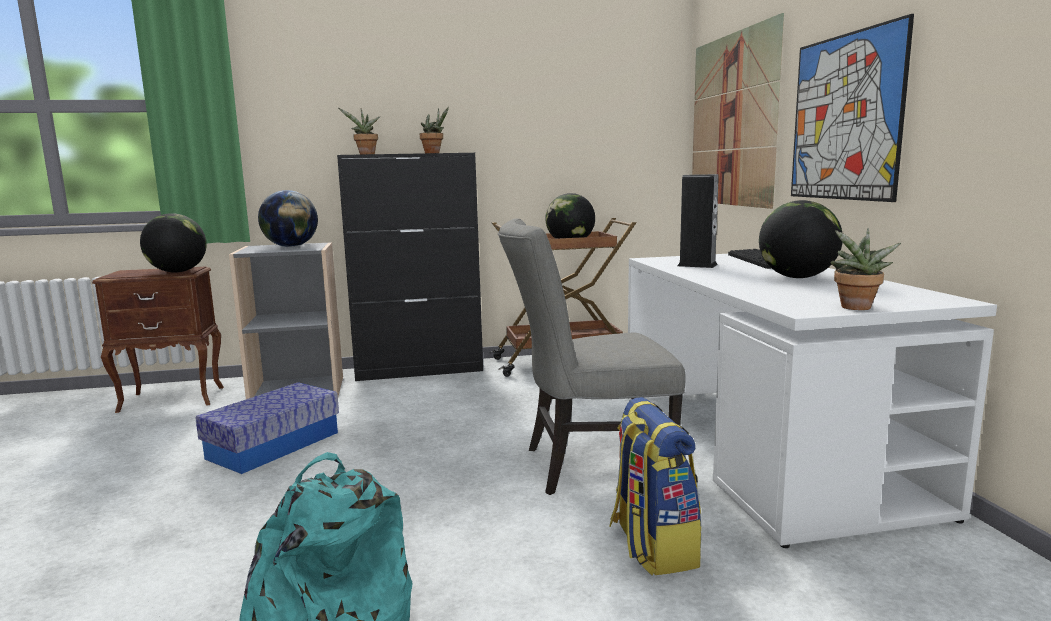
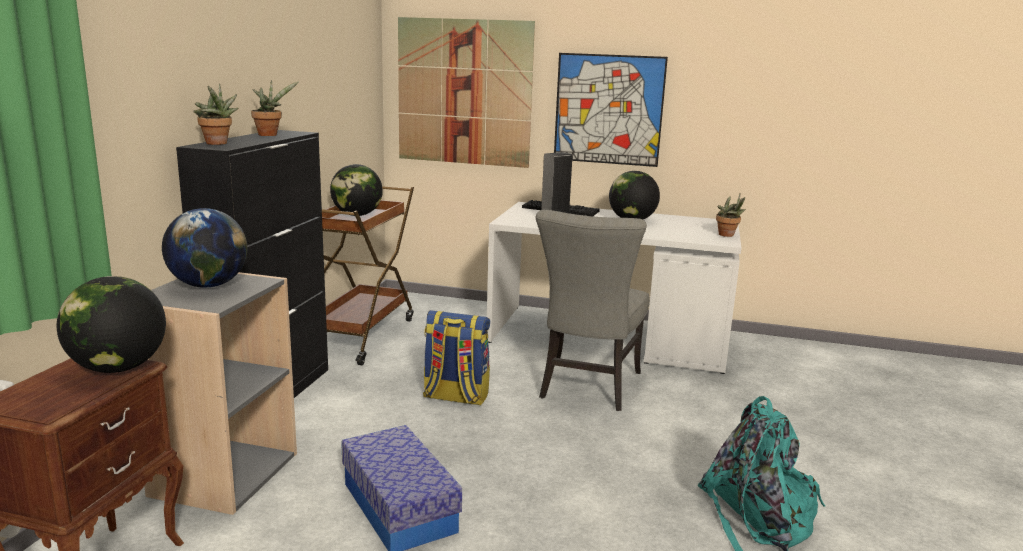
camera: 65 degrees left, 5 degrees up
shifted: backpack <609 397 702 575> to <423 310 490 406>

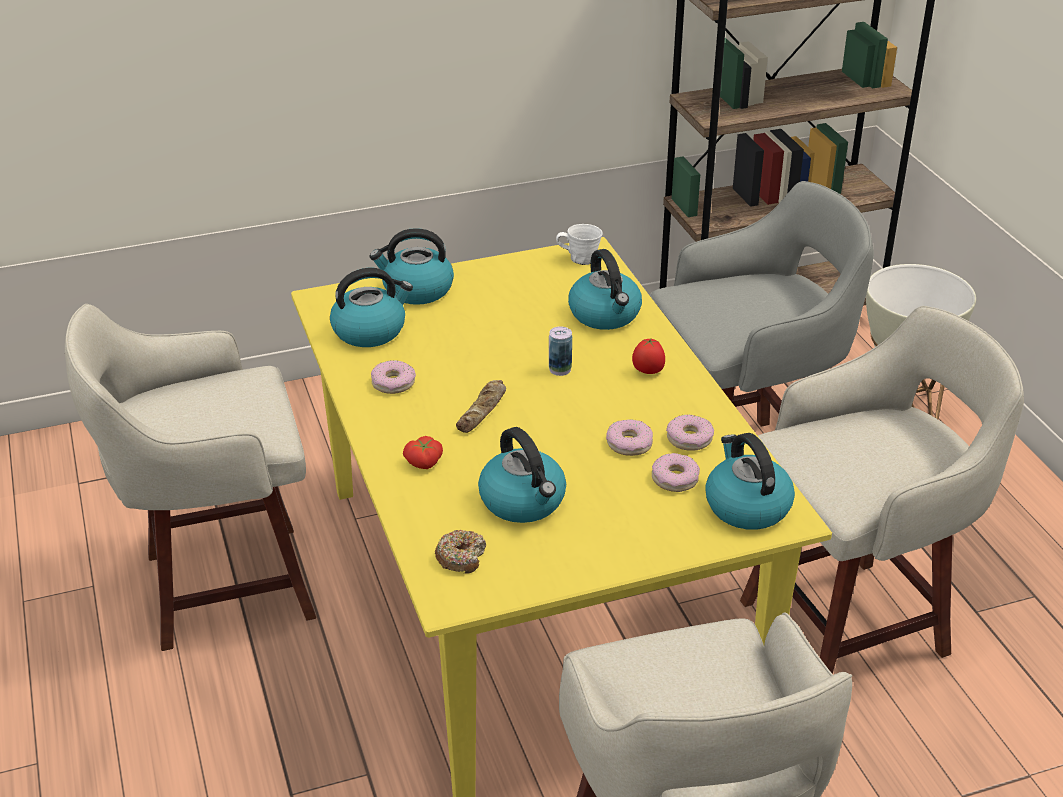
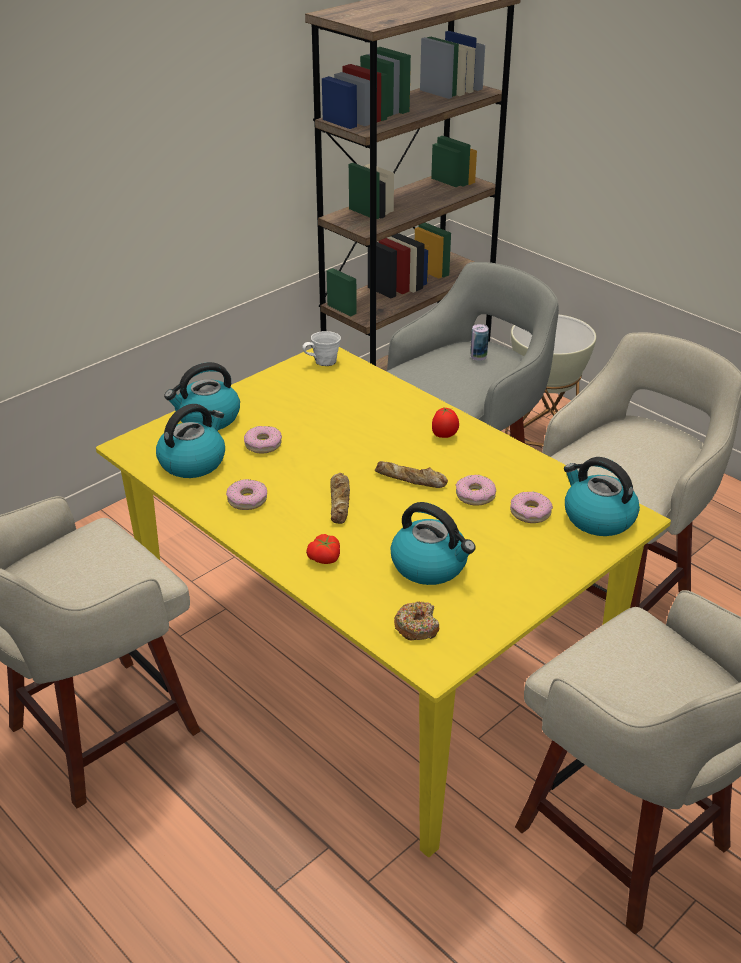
camera: 25 degrees left, 0 degrees up
gone: kettle <568 249 642 330>
new: bread <375 461 448 488>
shifted: can <549 326 572 376> to <470 324 489 361>; donut <666 414 714 451> to <244 426 282 453>

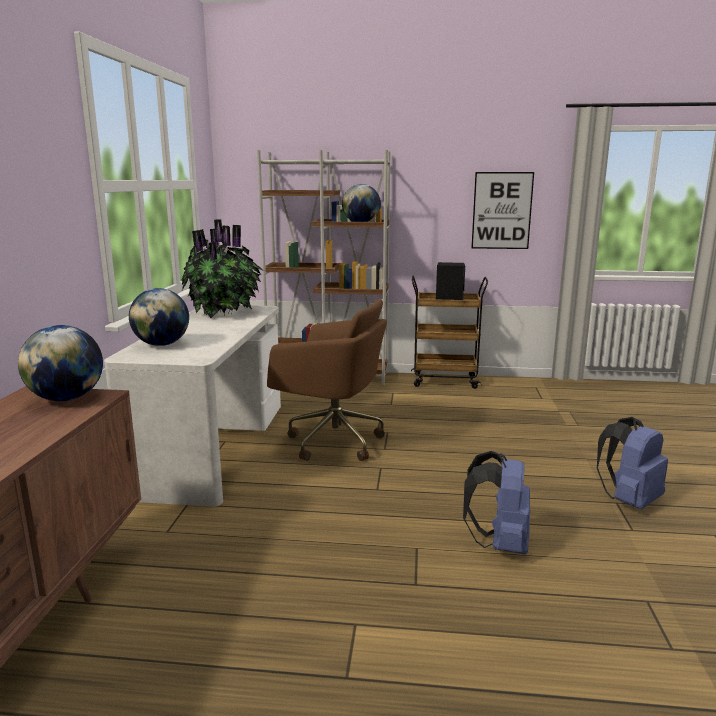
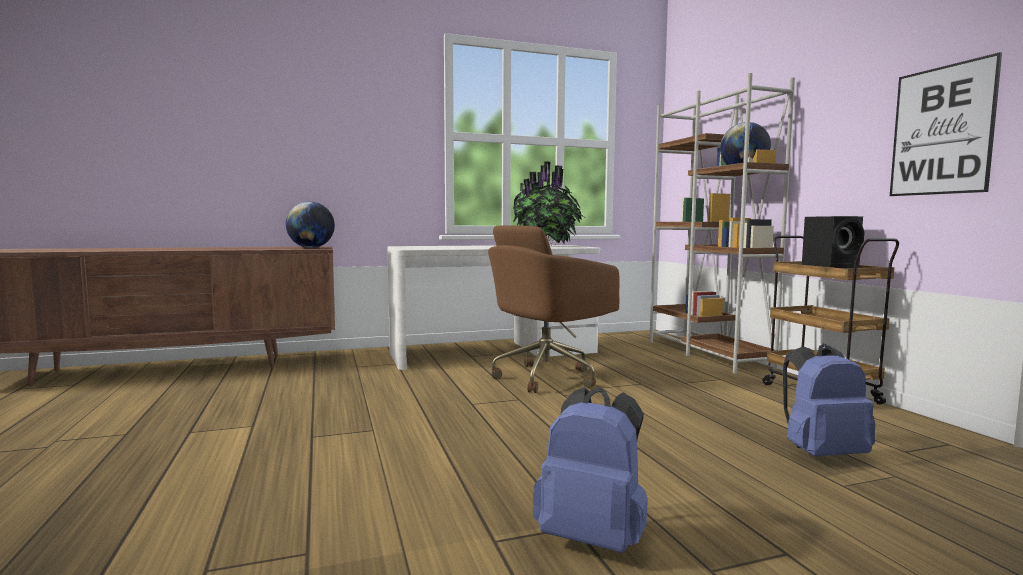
camera: 65 degrees right, 10 degrees down
gone: globe <129 288 189 346>
shifted: backpack (blue) <463 451 530 554> to <783 343 875 456>
rotated: office chair (brown) <267 299 387 461> = <488 225 619 393> 60 degrees clockwise

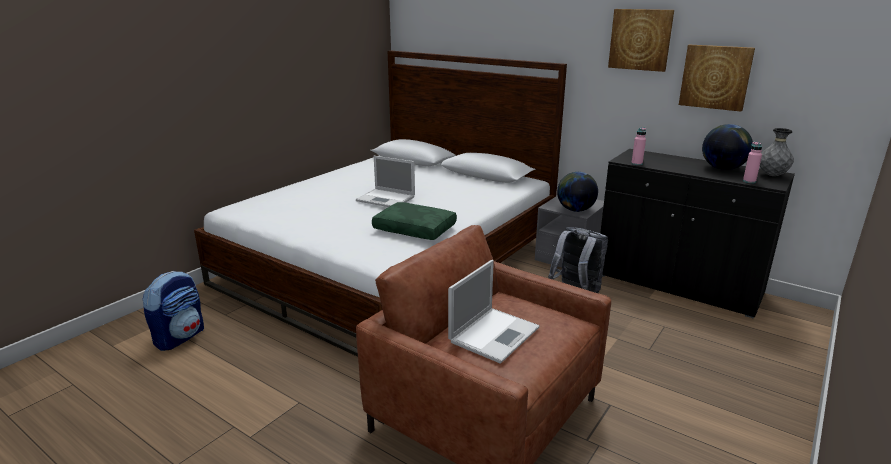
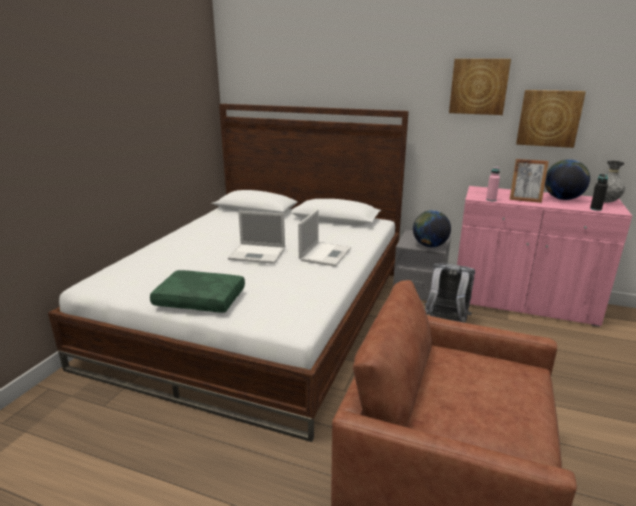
camera: 15 degrees left, 0 degrees up
gone: backpack <142 271 204 351>
new: picture frame <509 159 549 203>
shifted: pillow (green) <372 202 457 240> to <150 270 245 313>; laptop <448 260 540 364> to <298 209 351 267>
repainted: bottle (pink) <743 142 762 183> to bottle (black) <590 174 608 211>; cabinet (black) <600 149 795 319> to cabinet (pink) <457 186 632 327>

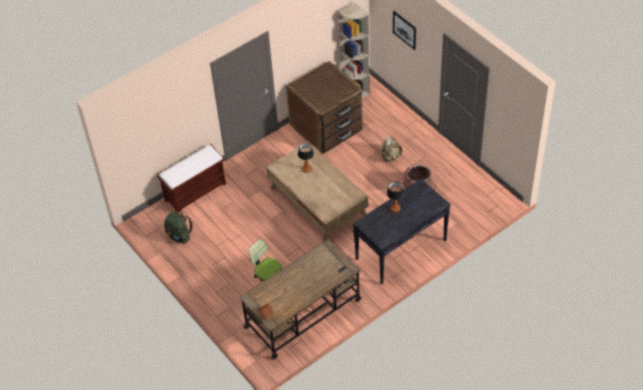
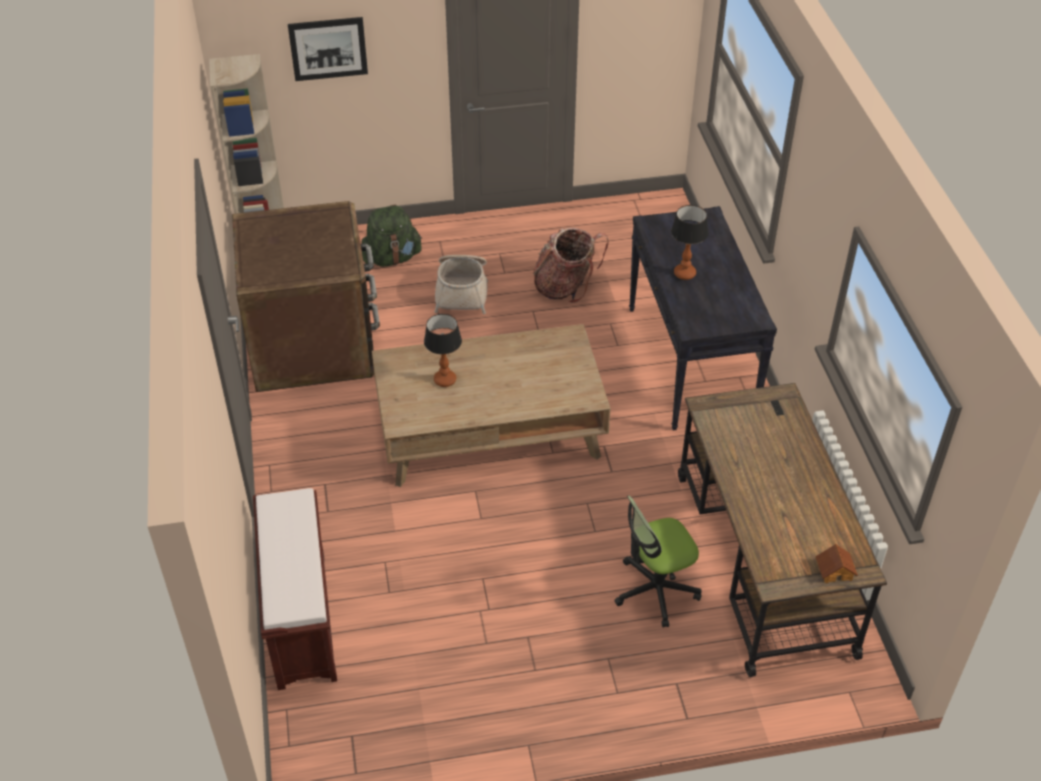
camera: 65 degrees left, 5 degrees down
shifted: backpack (green) <164 211 193 244> to <361 205 422 267>
swapped: backpack (beige) <380 136 402 162> to basket <434 255 488 314>

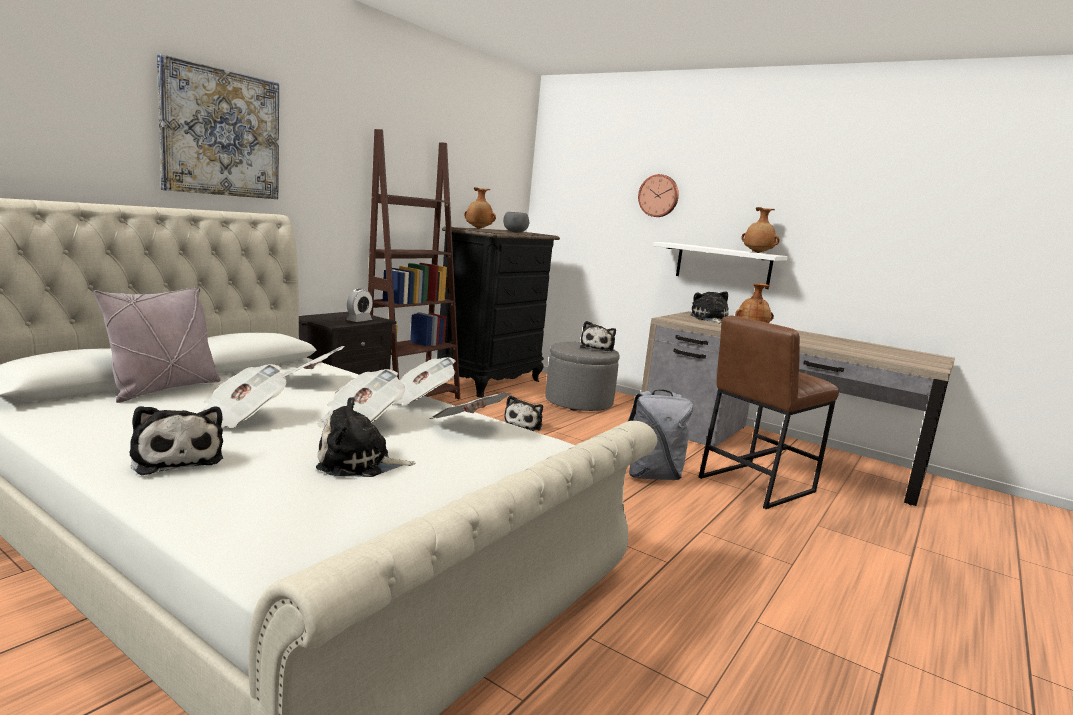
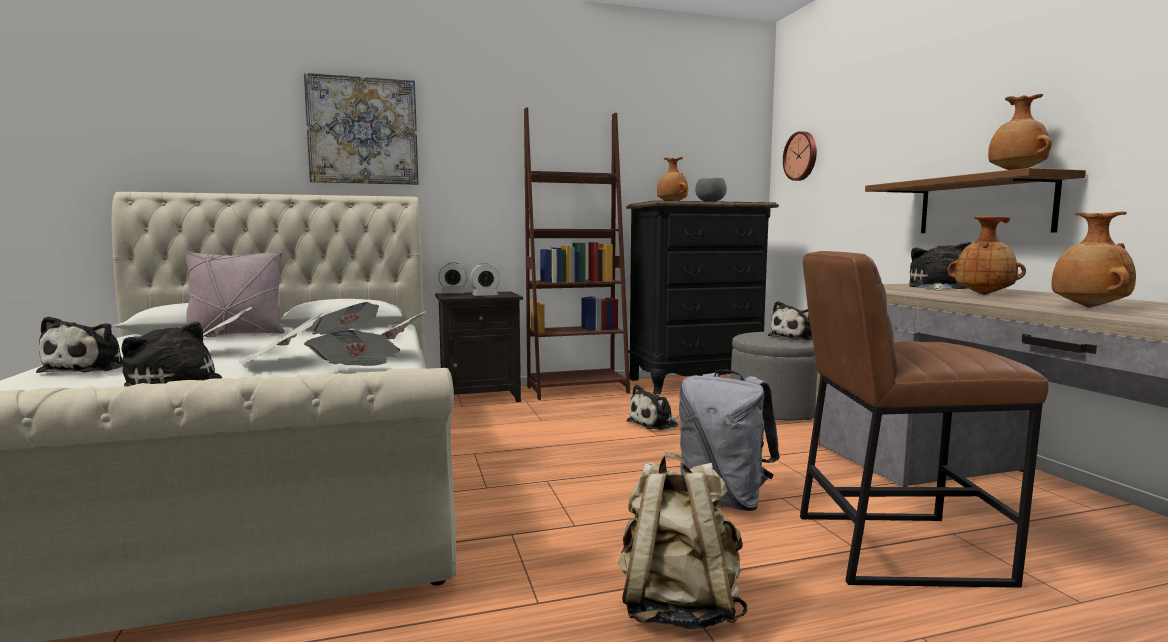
camera: 40 degrees right, 5 degrees down
new: vase (brown) <1052 211 1136 308>; alarm clock <438 262 467 293>; backpack (beige) <618 452 748 629>
shifted: wall clock <638 174 679 217> to <783 131 817 181>
repainted: shelf (white) <653 242 788 289> to shelf (brown) <865 168 1086 233>

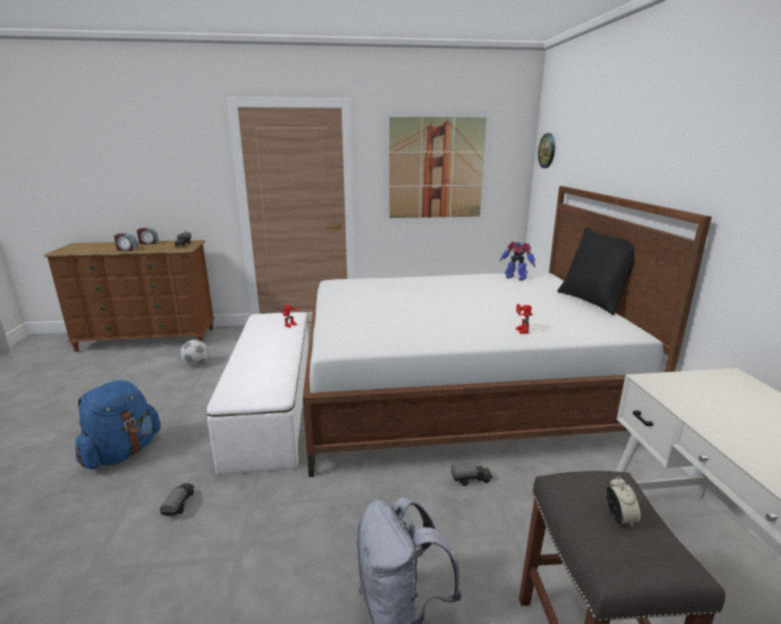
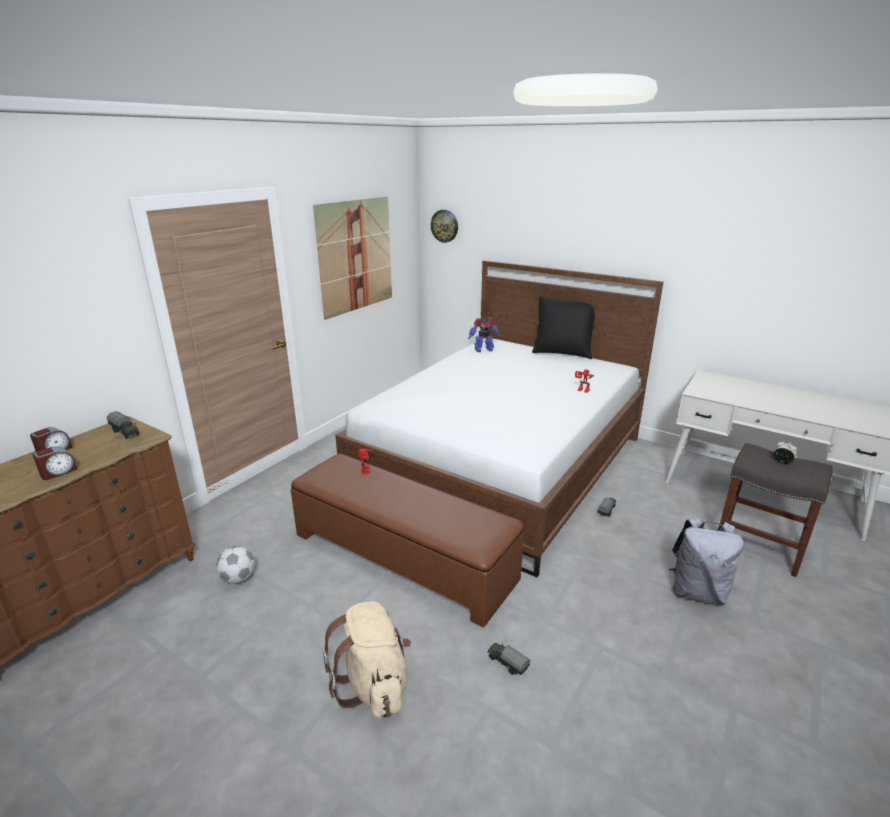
camera: 50 degrees left, 5 degrees up
repainted: bench (white) <207 312 309 475> to bench (brown) <291 454 524 627>; backpack (blue) <75 380 161 469> to backpack (beige) <322 601 411 719>

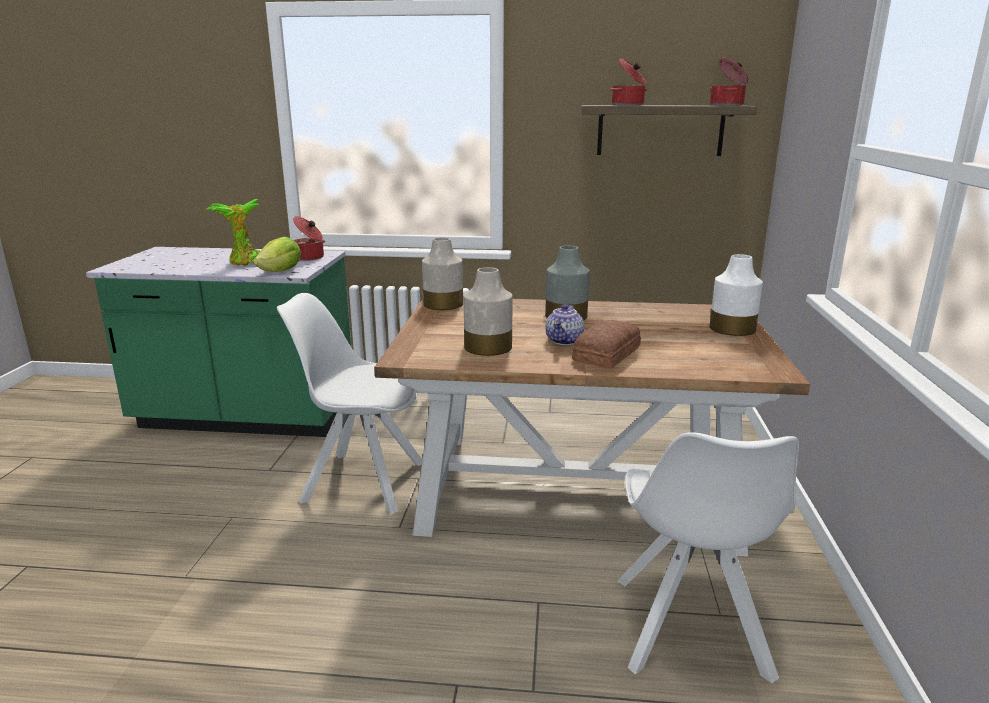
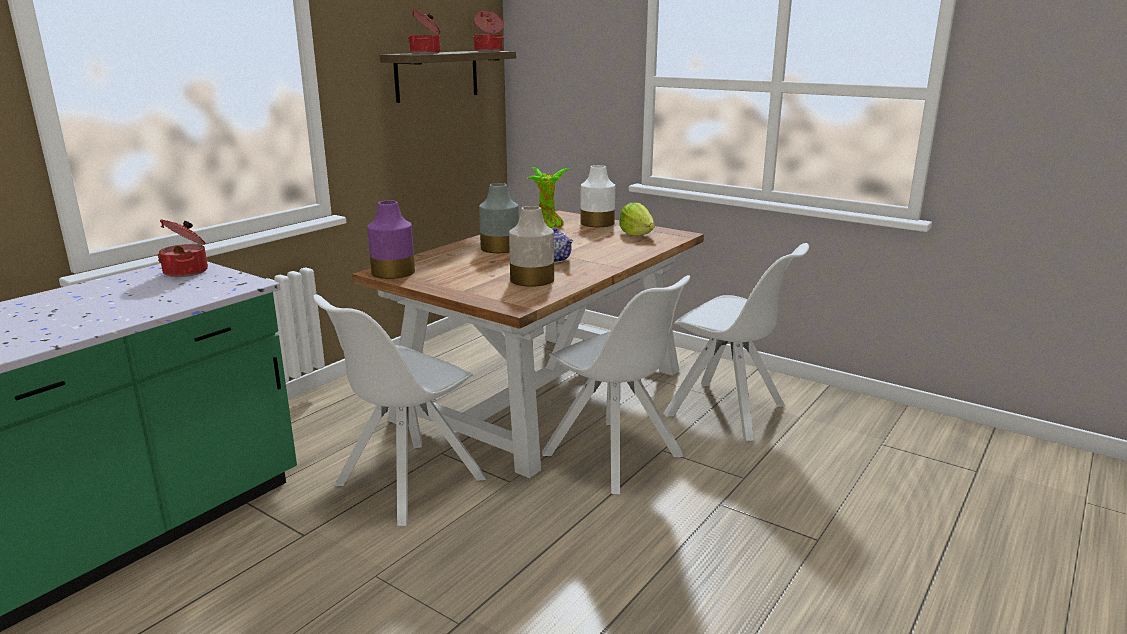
camera: 60 degrees left, 0 degrees up
gone: bread <572 320 641 369>
new: chair (white) <542 275 690 494>
shifted: potted plant <205 199 260 267> to <527 167 569 229>; lettuce <253 237 301 272> to <619 203 655 236>
repainted: vase (beige) <422 237 463 310> to vase (purple) <367 201 415 279>

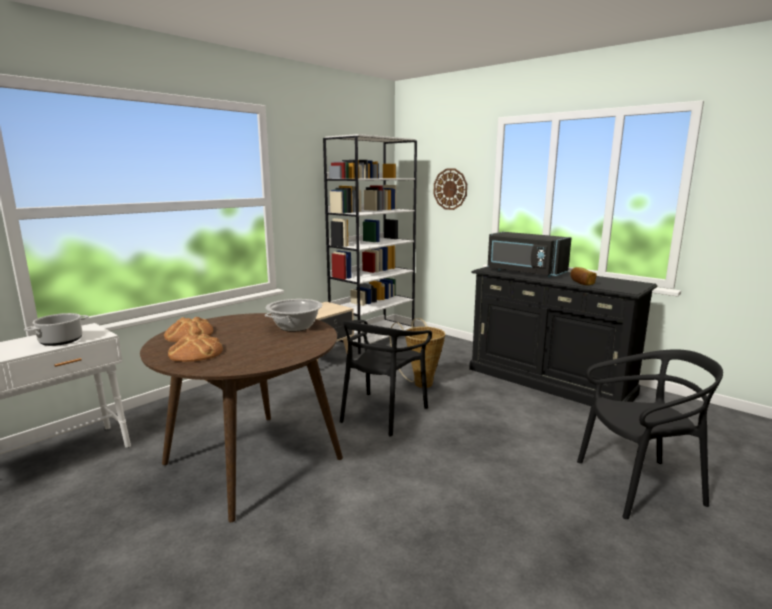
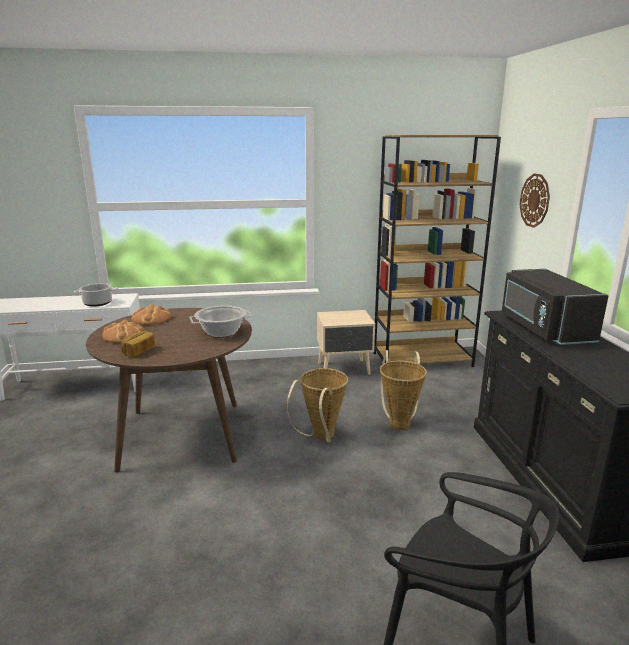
camera: 40 degrees right, 5 degrees up
shifted: bread <570 267 597 285> to <121 331 155 357>
swapped: chair (black) <340 320 432 437> to basket <286 368 348 442>
repainted: bookcase (white) <323 134 417 354> to bookcase (brown) <373 135 501 367>

